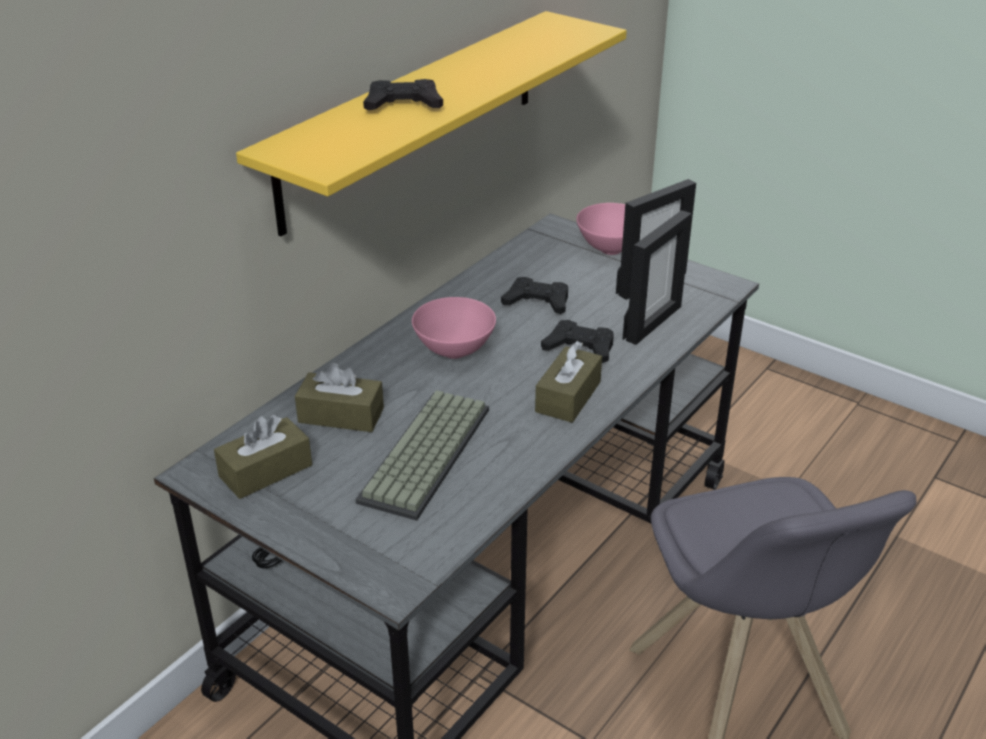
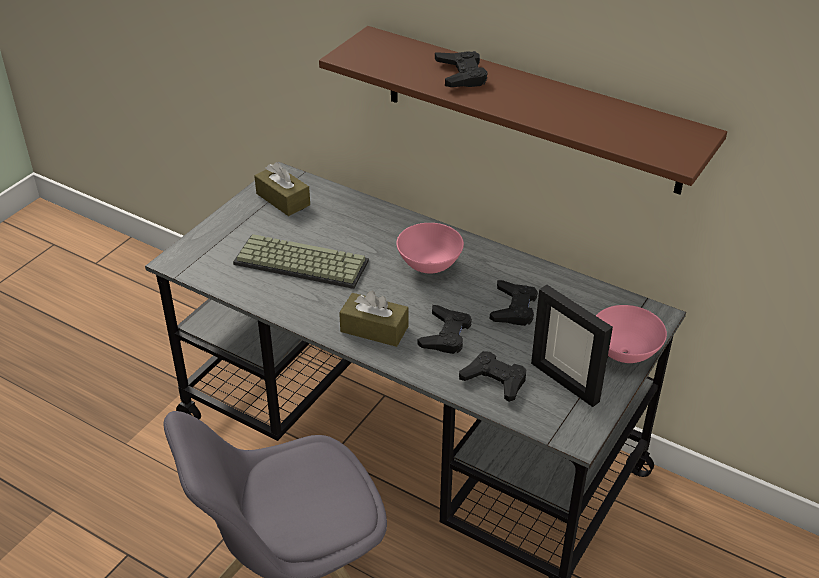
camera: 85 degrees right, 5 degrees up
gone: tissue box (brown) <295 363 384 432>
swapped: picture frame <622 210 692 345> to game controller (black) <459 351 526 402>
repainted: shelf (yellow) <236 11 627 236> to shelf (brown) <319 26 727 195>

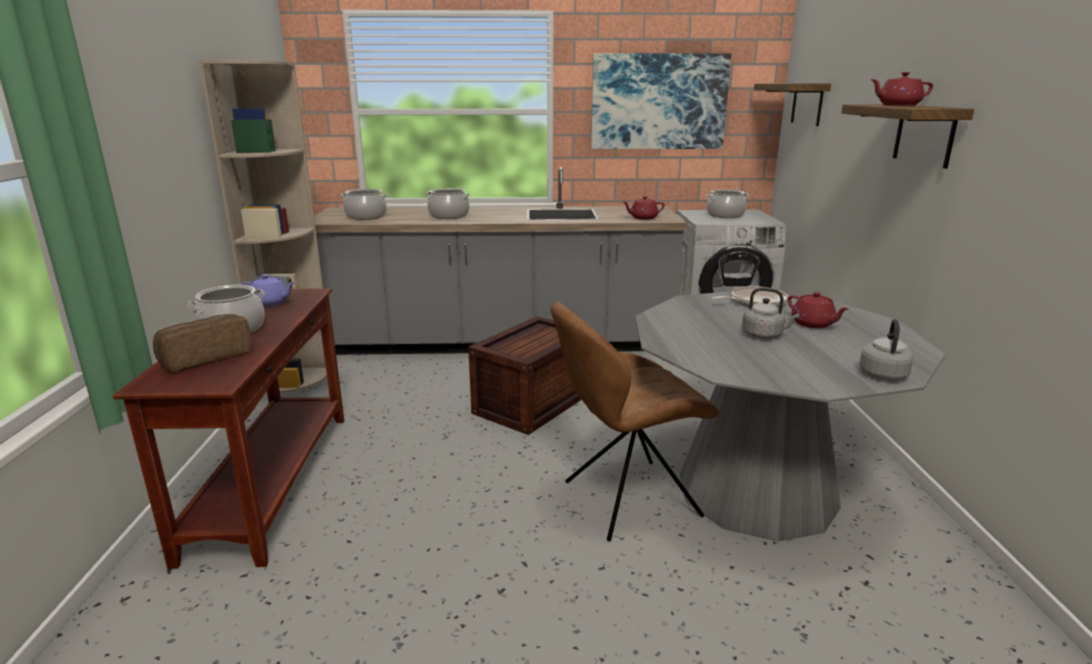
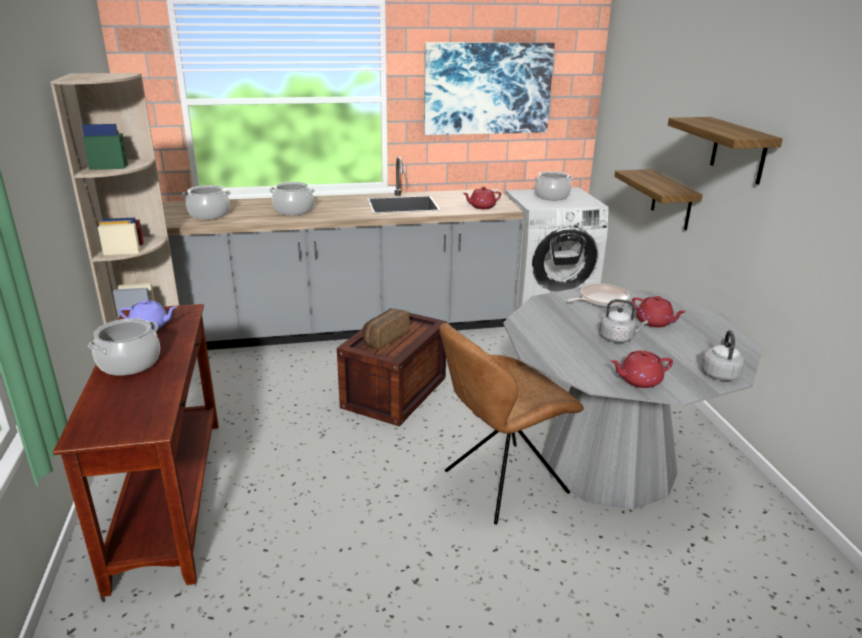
camera: 10 degrees left, 5 degrees up
shifted: teapot (red) <870 72 933 106> to <611 351 673 388>; shelf <754 84 831 126> to <614 169 703 230>; bread <153 314 252 373> to <362 309 410 350>

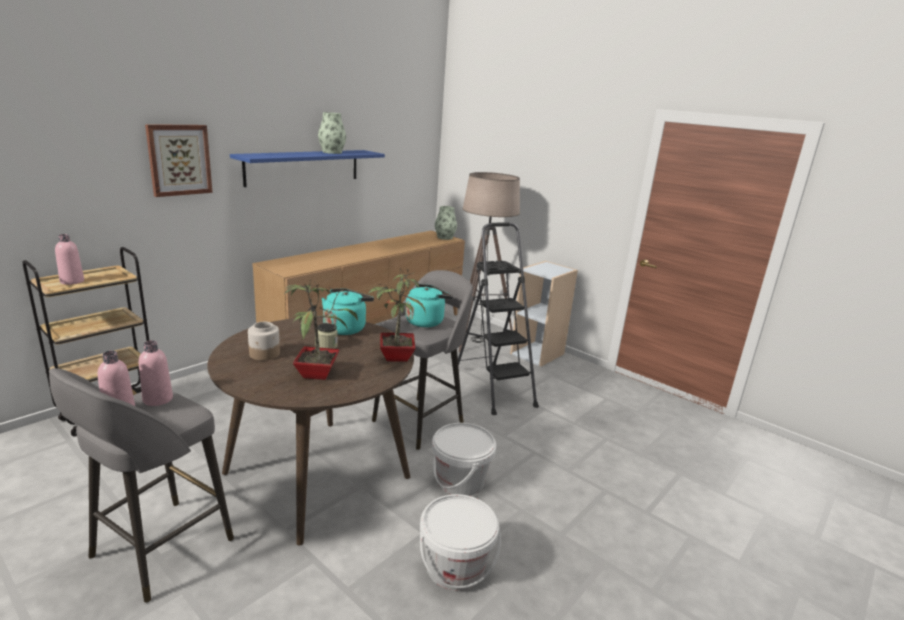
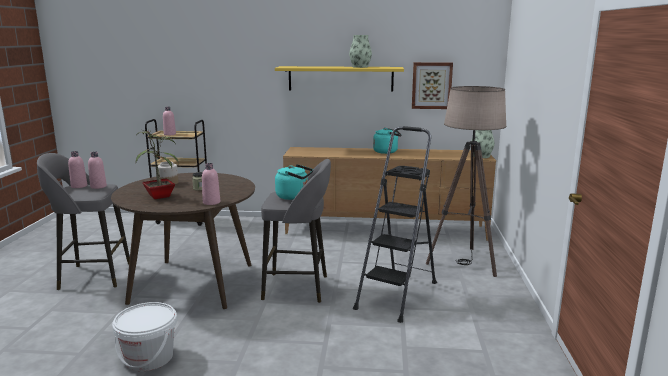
camera: 55 degrees right, 5 degrees down
gone: bookcase <510 261 578 367>; bucket (white) <432 423 496 496>
shifted: picture <145 124 213 197> to <412 62 453 109>; kettle (turquoise) <321 288 374 335> to <373 128 402 154>
swapped: potted plant <367 269 426 362> to bottle (pink) <202 163 220 205>
repainted: shelf (blue) <230 150 385 187> to shelf (yellow) <275 66 404 92>

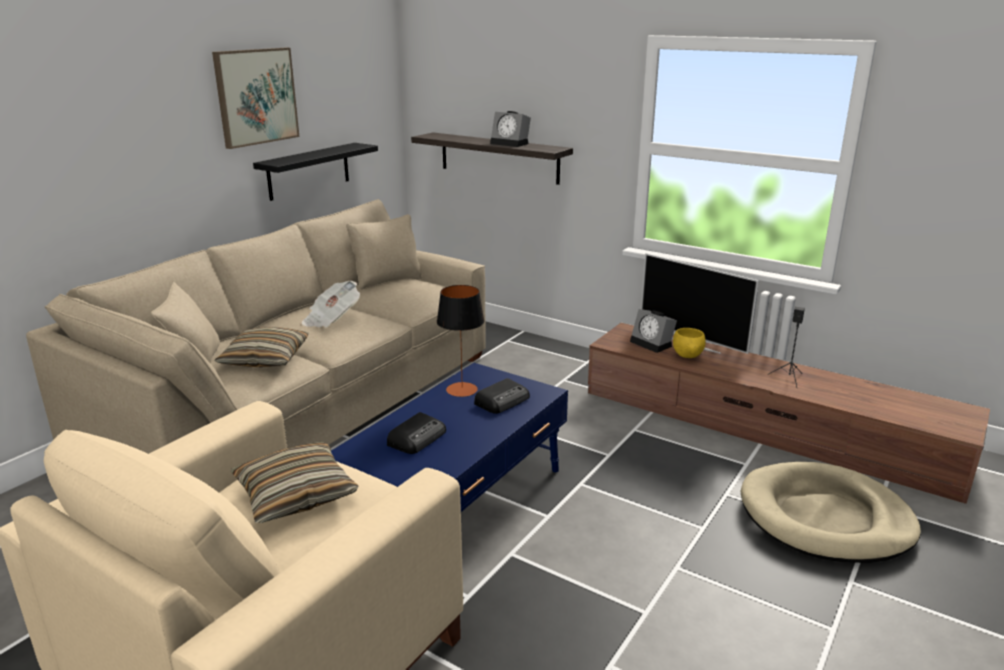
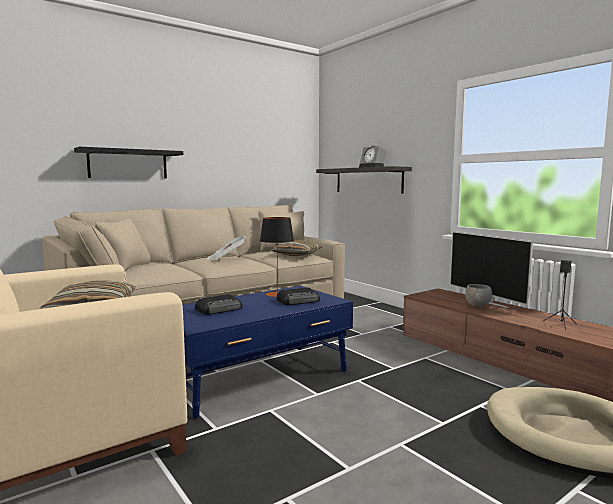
camera: 20 degrees right, 15 degrees down
gone: picture <212 48 300 149>; alarm clock <630 309 677 353>
shifted: shelf (black) <253 143 378 201> to <74 147 183 179>; pillow <215 327 309 368> to <271 240 322 256>
repainted: bowl (yellow) <673 328 706 358> to bowl (grey) <465 284 492 307>

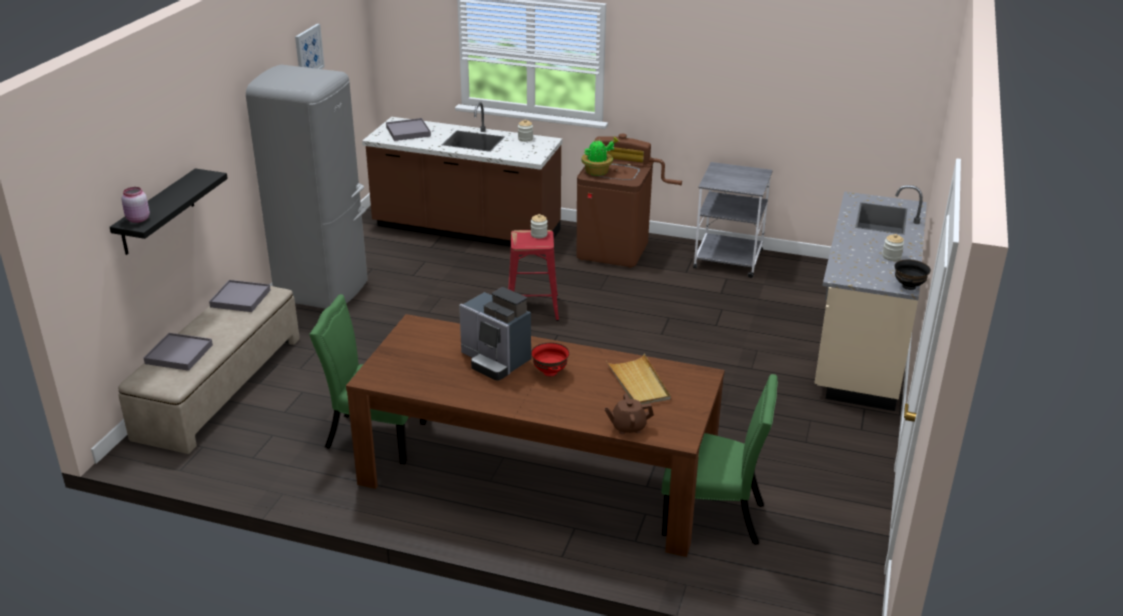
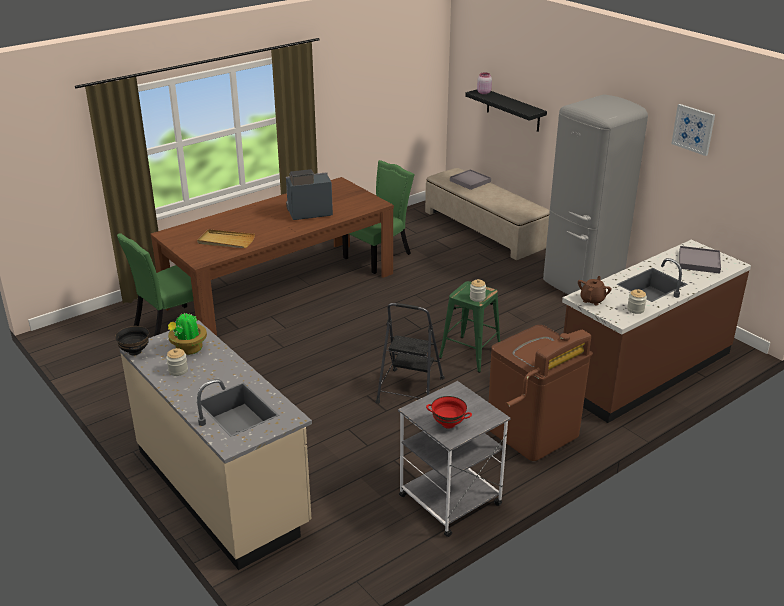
camera: 125 degrees right, 0 degrees up
gone: tray (grey) <209 280 271 312>
new: step ladder (black) <375 303 445 403>
shifted: potted plant <581 137 620 176> to <168 312 207 355>; bowl (red) <531 342 569 376> to <426 396 472 429>; teapot (brown) <604 393 654 434> to <578 276 612 306>
repainted: stool (red) <508 230 559 321> to stool (green) <439 281 500 373>

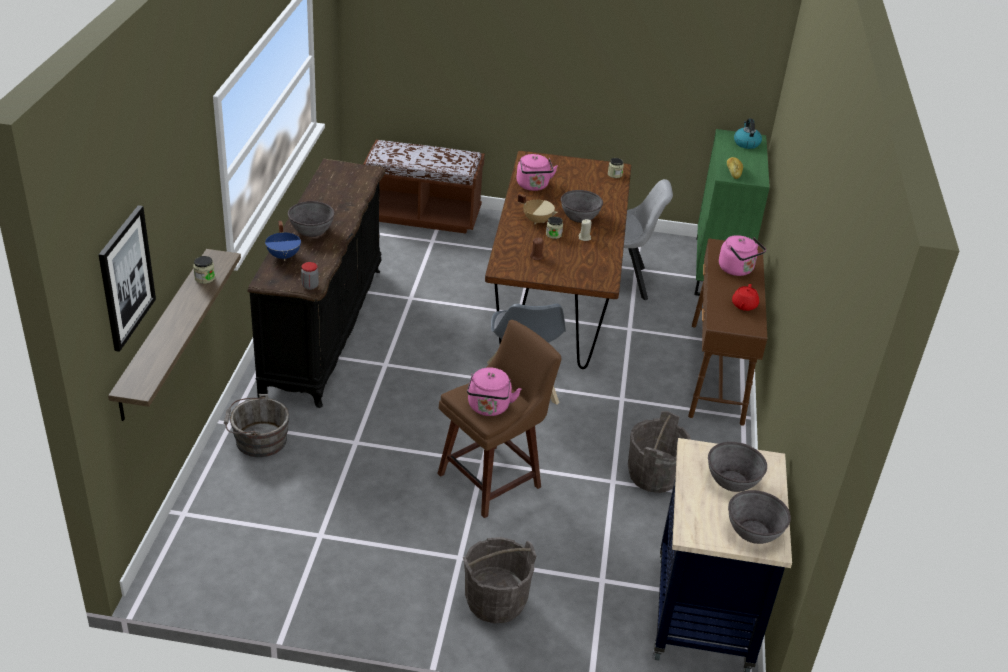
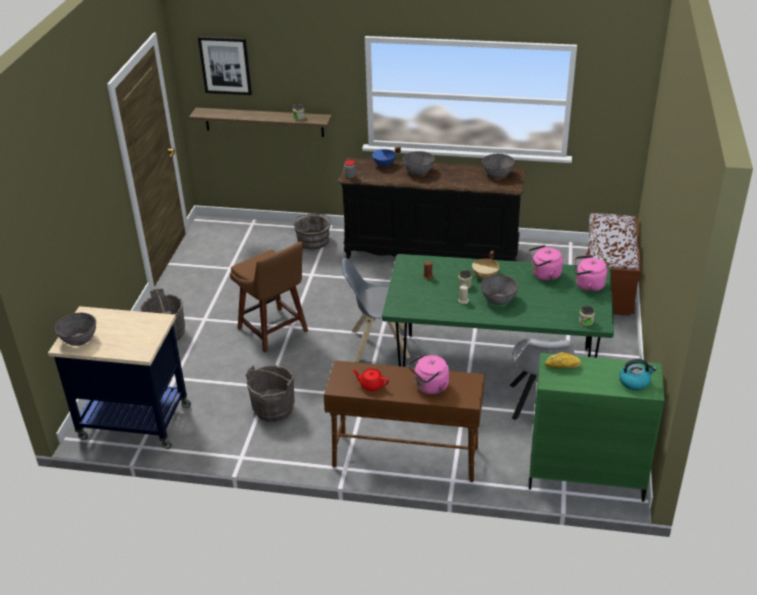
camera: 95 degrees right, 0 degrees up
shifted: kettle (pink) <467 367 521 416> to <575 255 608 292>; bowl (grey) <708 442 767 492> to <482 154 515 178>
repainted: dining table (brown) <485 151 631 369> to dining table (green) <382 254 614 367>

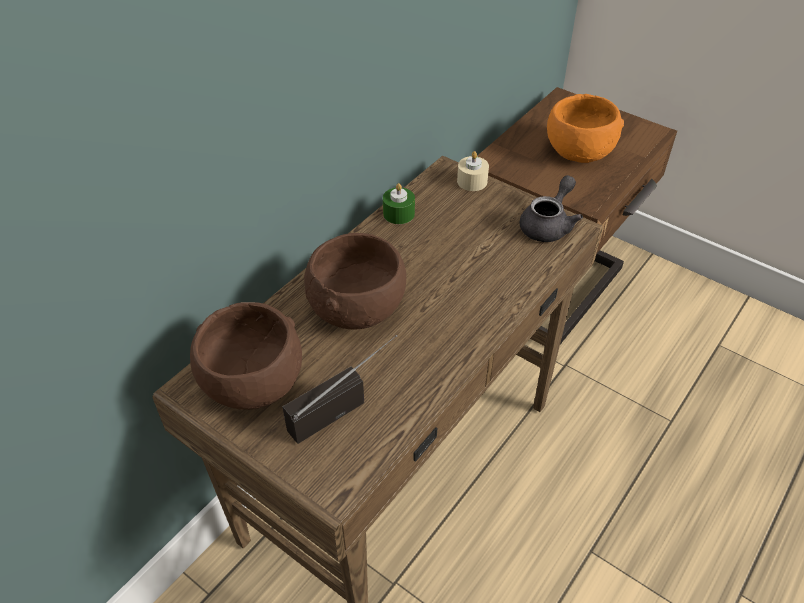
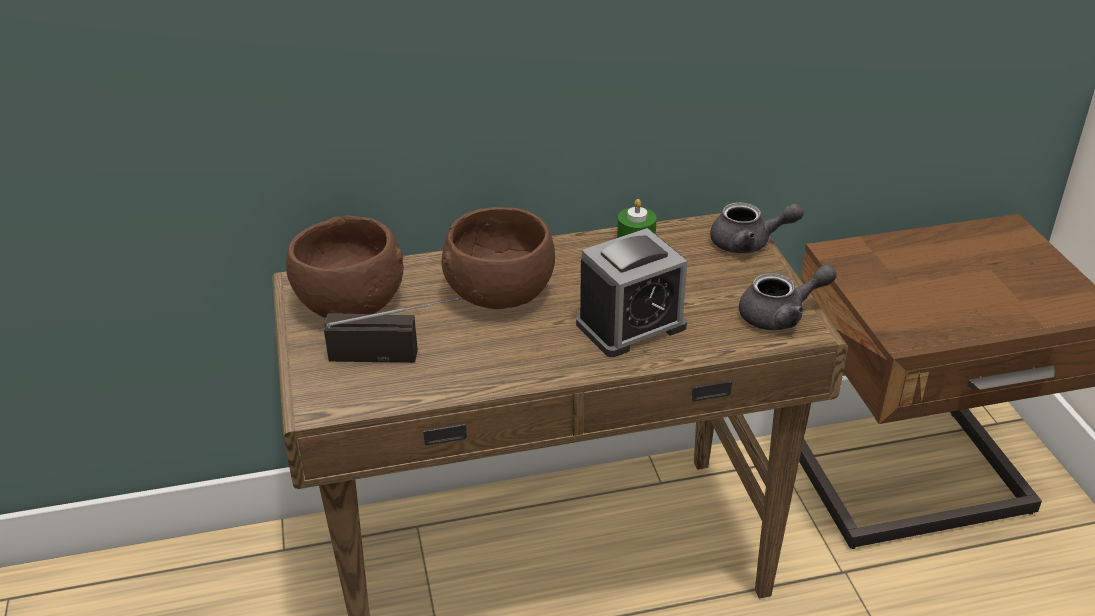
camera: 40 degrees right, 10 degrees down
gone: bowl (orange) <547 94 624 163>
new: alarm clock <576 228 687 357>
swapped: candle (beige) <457 151 489 191> to teapot (grey) <710 202 804 253>

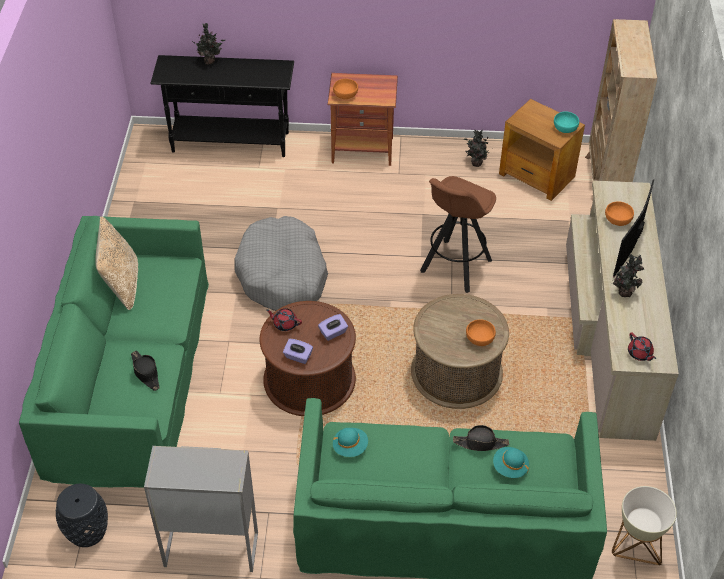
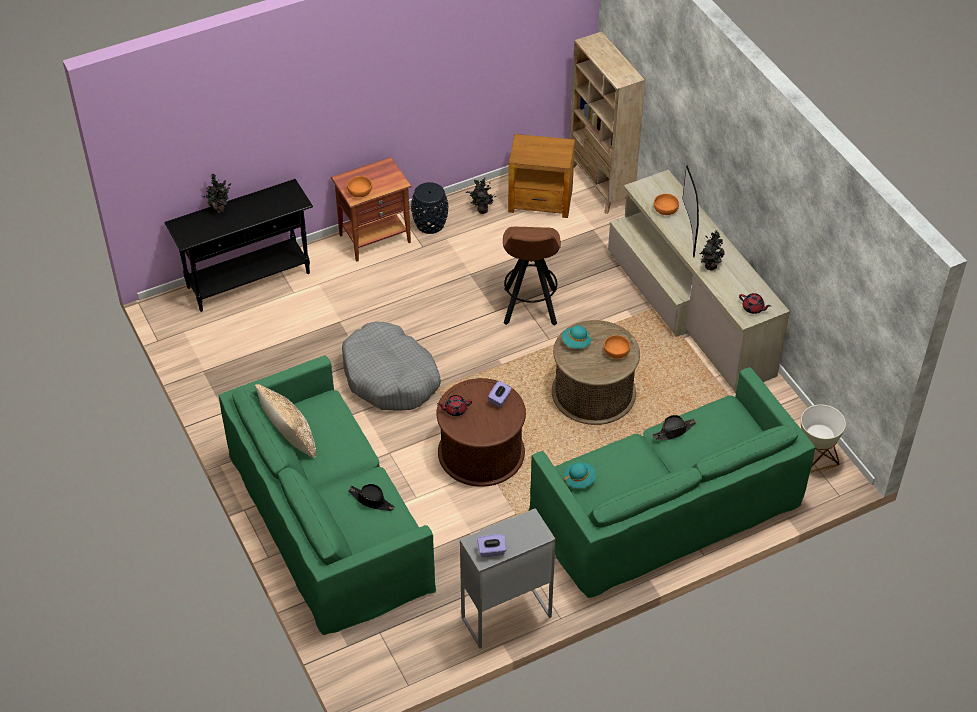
camera: 30 degrees left, 0 degrees up
gone: bowl (turquoise) <554 111 579 133>
shifted: tissue box (purple) <283 339 313 364> to <477 534 507 557>; hat (turquoise) <493 447 529 478> to <562 325 591 349>; stool (black) <56 484 108 547> to <411 182 448 234>

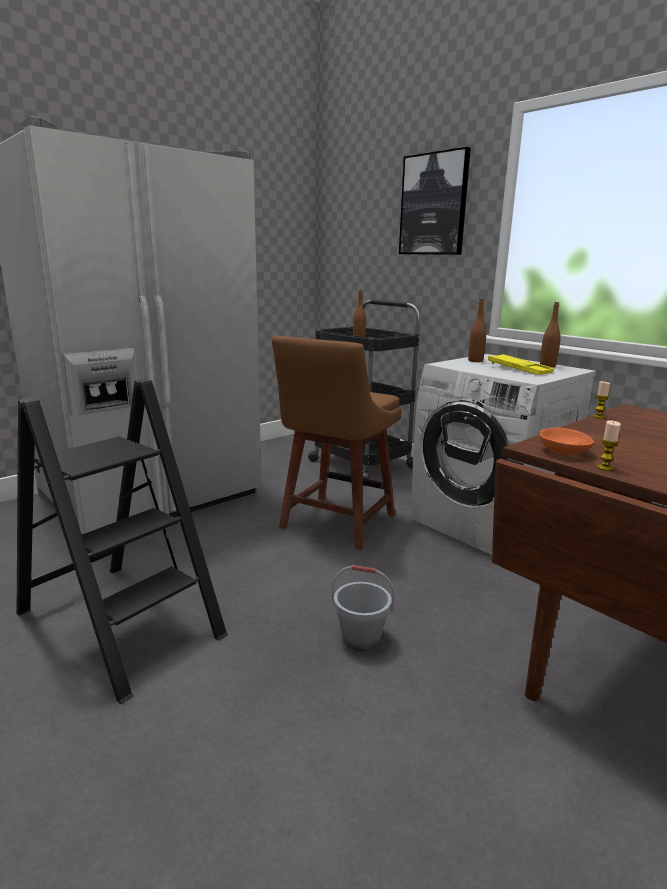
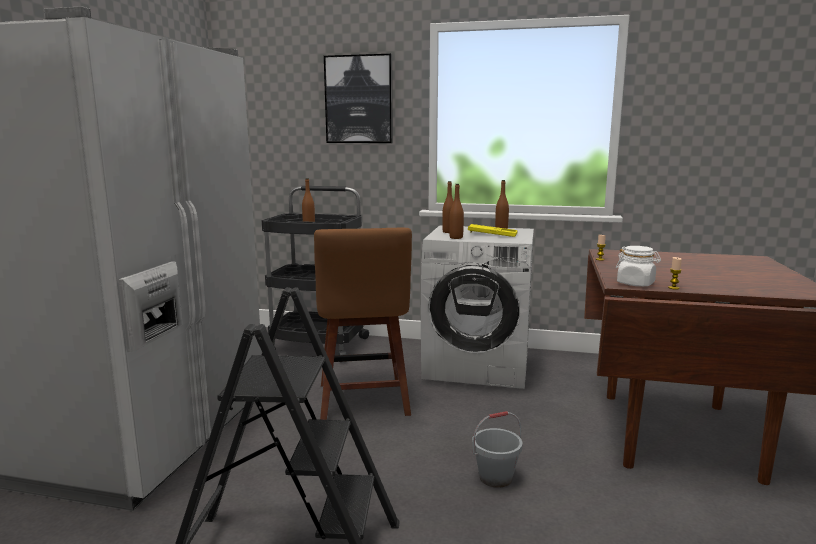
camera: 35 degrees left, 5 degrees down
new: bottle (brown) <449 184 464 239>
swapped: bowl (orange) <539 428 594 455> to jar (white) <616 246 661 286>

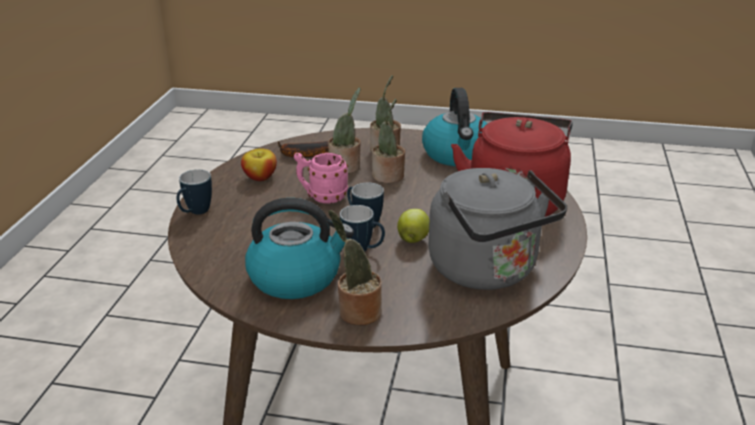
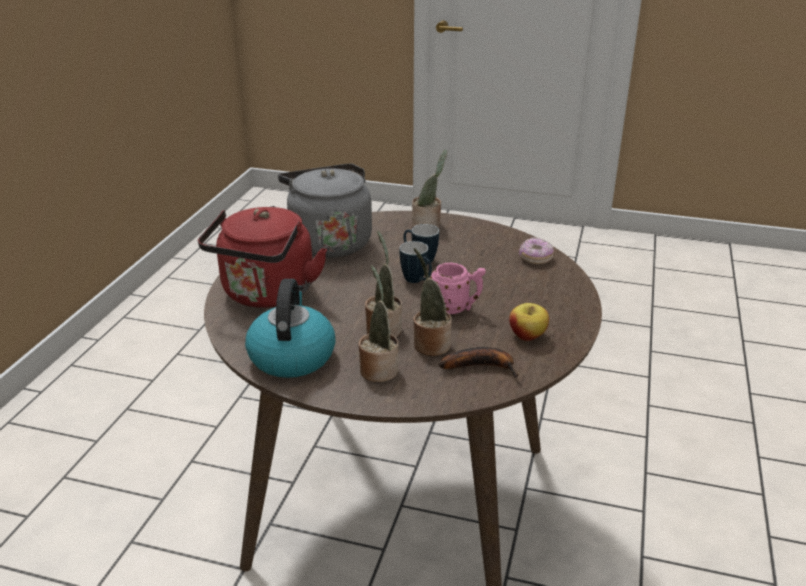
camera: 175 degrees left, 0 degrees up
gone: mug <176 169 212 215>; kettle <245 198 354 299>; apple <397 209 429 243>
new: donut <519 237 554 264>

